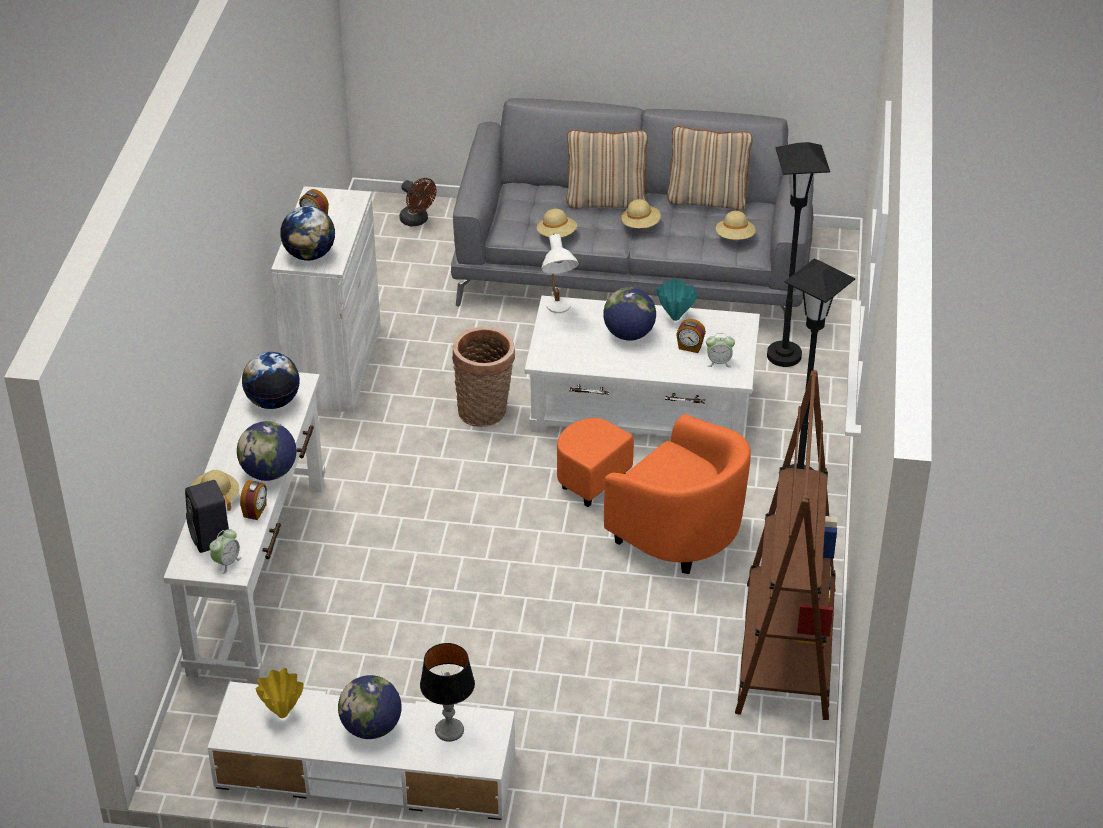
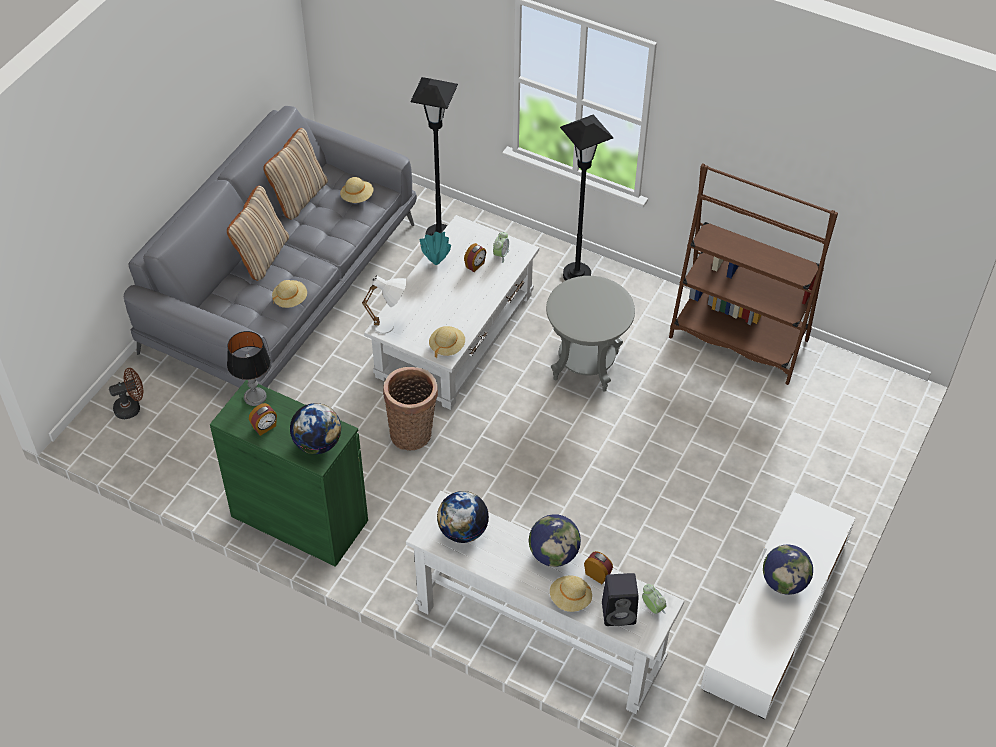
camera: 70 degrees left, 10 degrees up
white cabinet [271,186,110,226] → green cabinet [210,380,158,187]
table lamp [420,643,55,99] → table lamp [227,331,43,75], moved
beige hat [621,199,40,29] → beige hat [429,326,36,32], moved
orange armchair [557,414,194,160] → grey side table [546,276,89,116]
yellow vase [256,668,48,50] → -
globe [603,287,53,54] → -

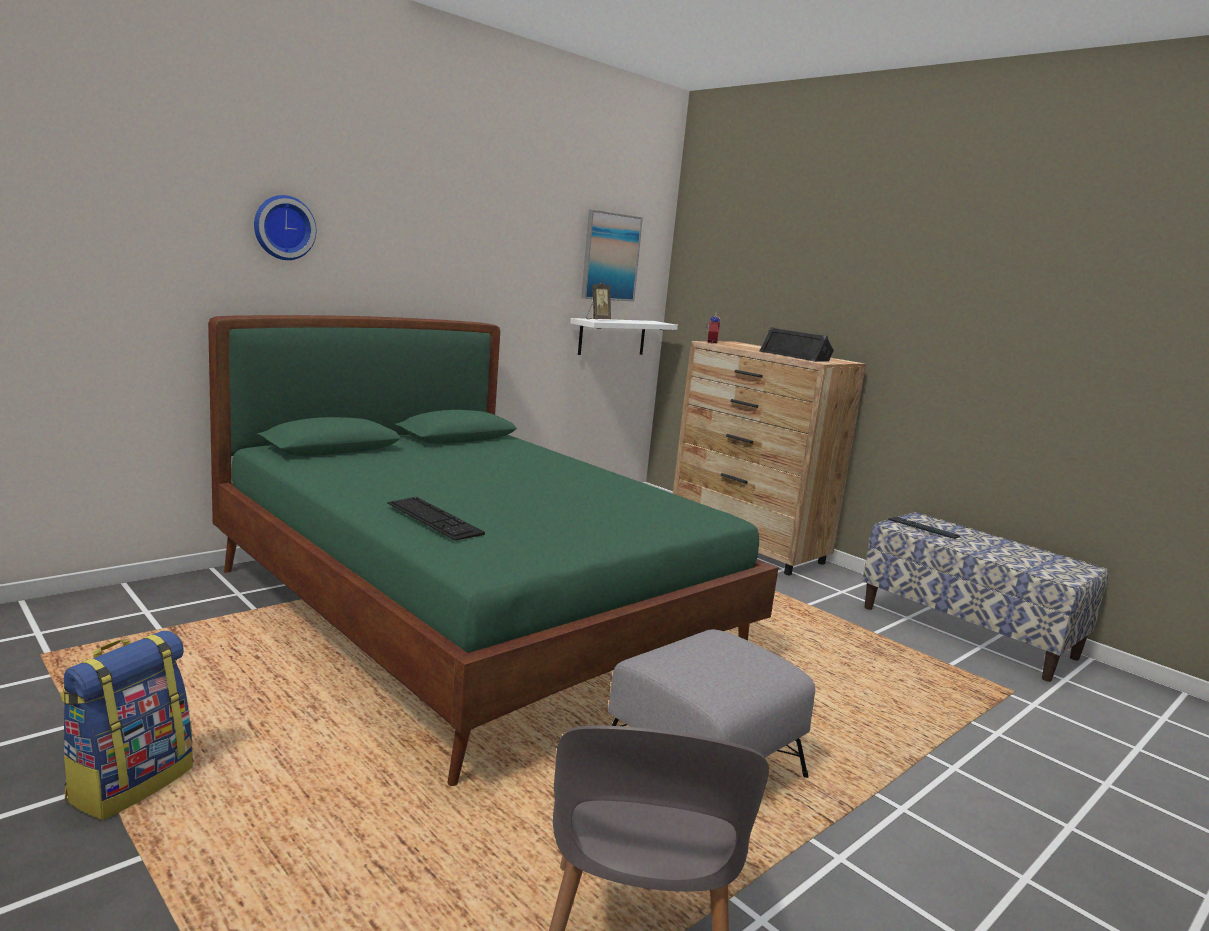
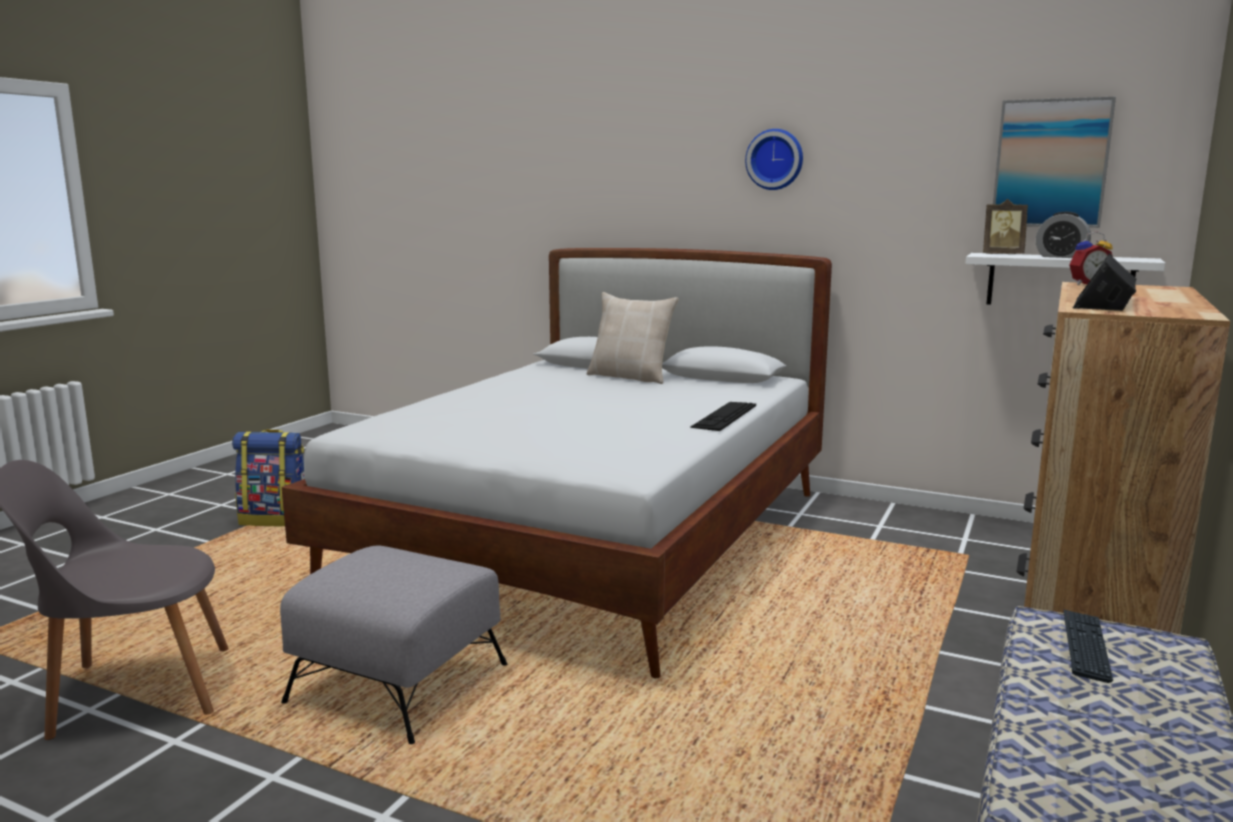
camera: 70 degrees right, 0 degrees up
green bed [208,315,571,471] → white bed [282,248,550,430]
- → beige pillow [587,292,91,92]
keyboard [387,497,98,43] → keyboard [690,402,66,29], moved
wall clock [254,195,62,65] → wall clock [745,129,58,61], moved
- → alarm clock [1036,212,55,46]

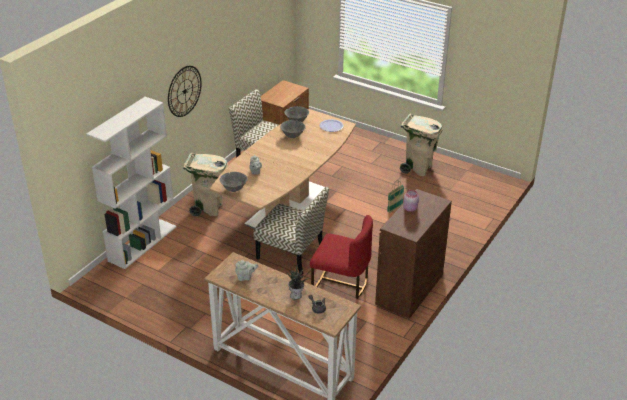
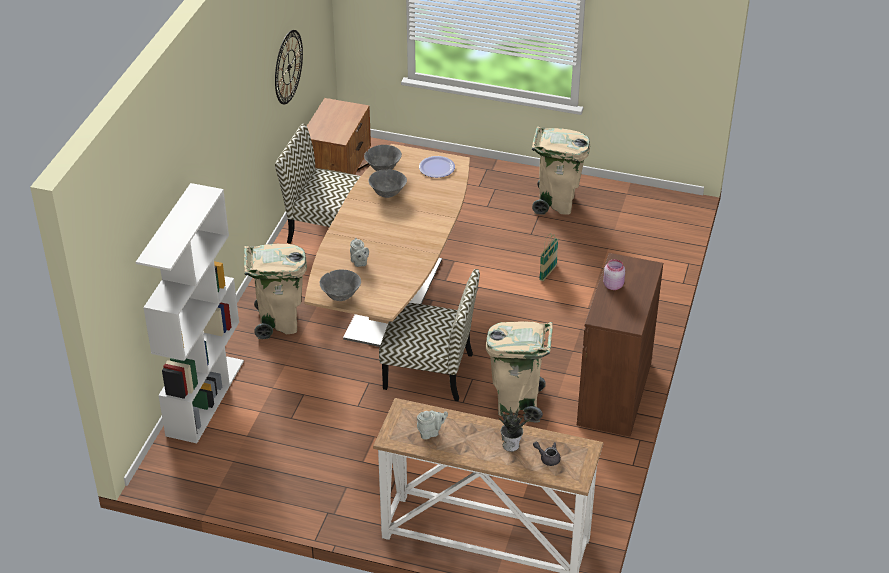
camera: 15 degrees left, 5 degrees up
wall clock [168,66,34,51] → wall clock [275,30,28,75], moved
red chair [310,215,63,84] → beige trash can [486,321,67,102]

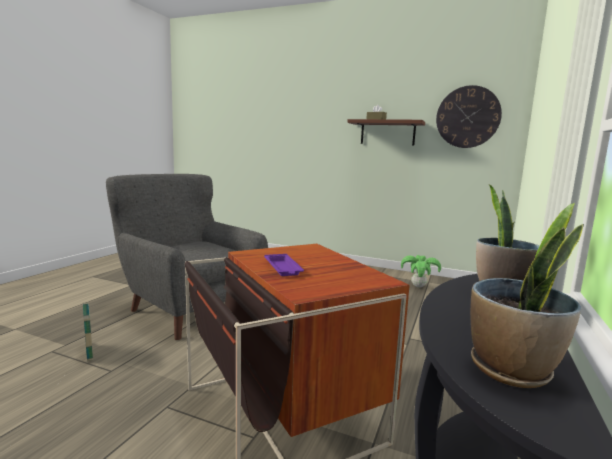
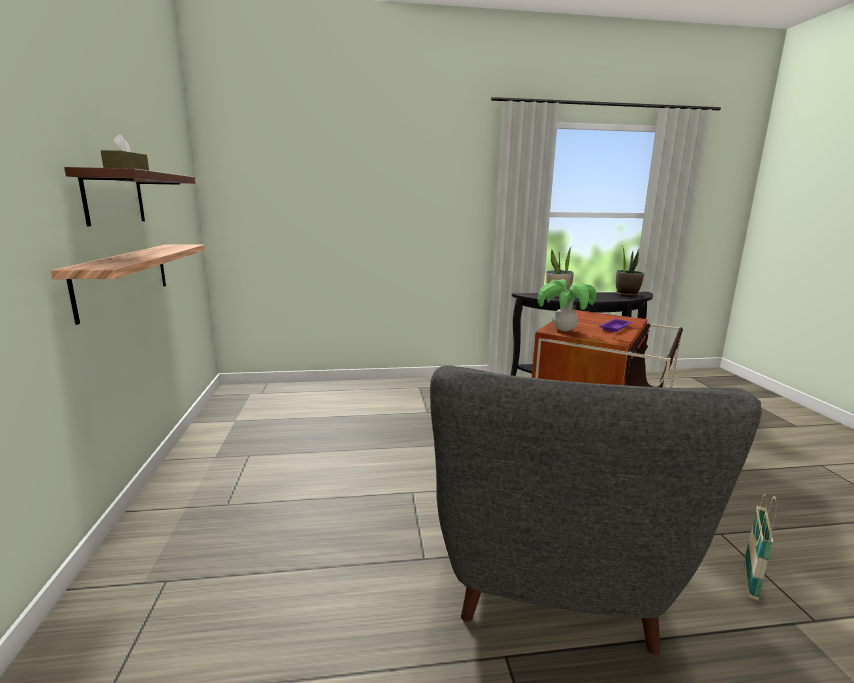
camera: 120 degrees left, 5 degrees up
- → shelf [51,244,154,81]
potted plant [401,255,40,33] → potted plant [538,279,58,52], moved
wall clock [436,85,66,63] → -

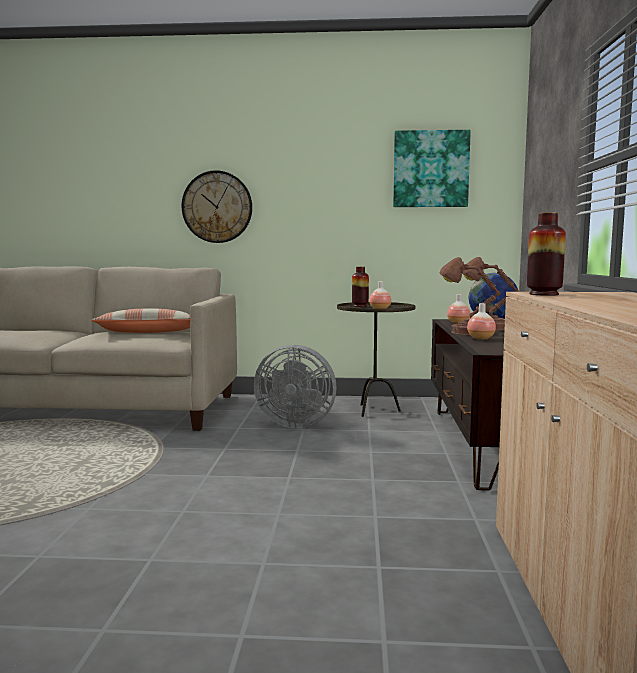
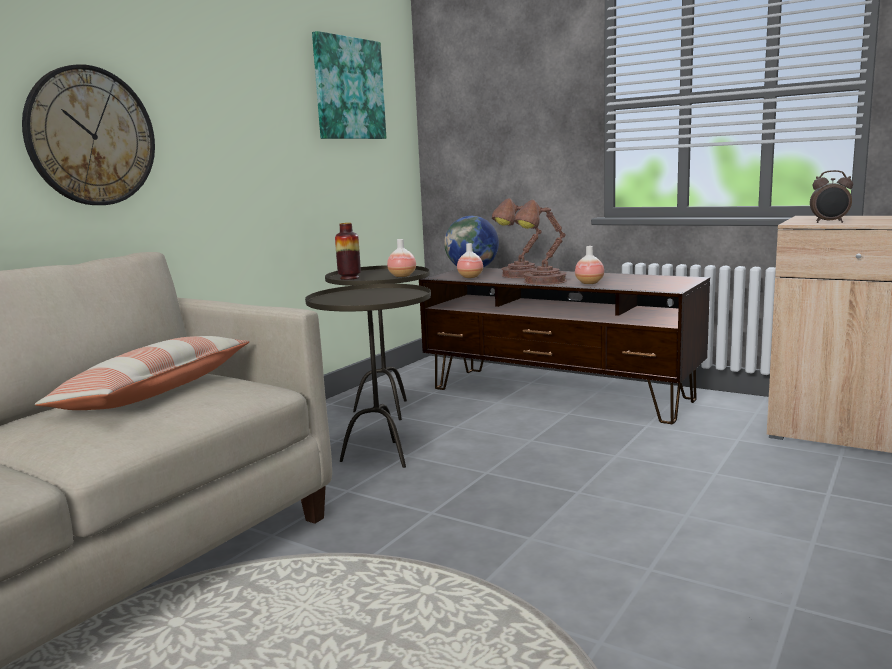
camera: 60 degrees left, 5 degrees up
grey fan [254,345,83,83] → brown side table [305,284,126,184]
vase [527,212,39,84] → alarm clock [810,170,43,53]

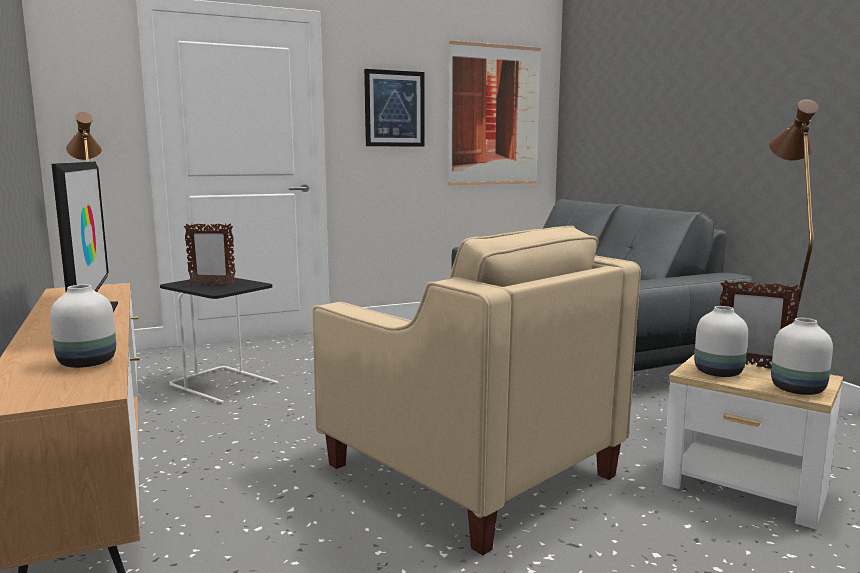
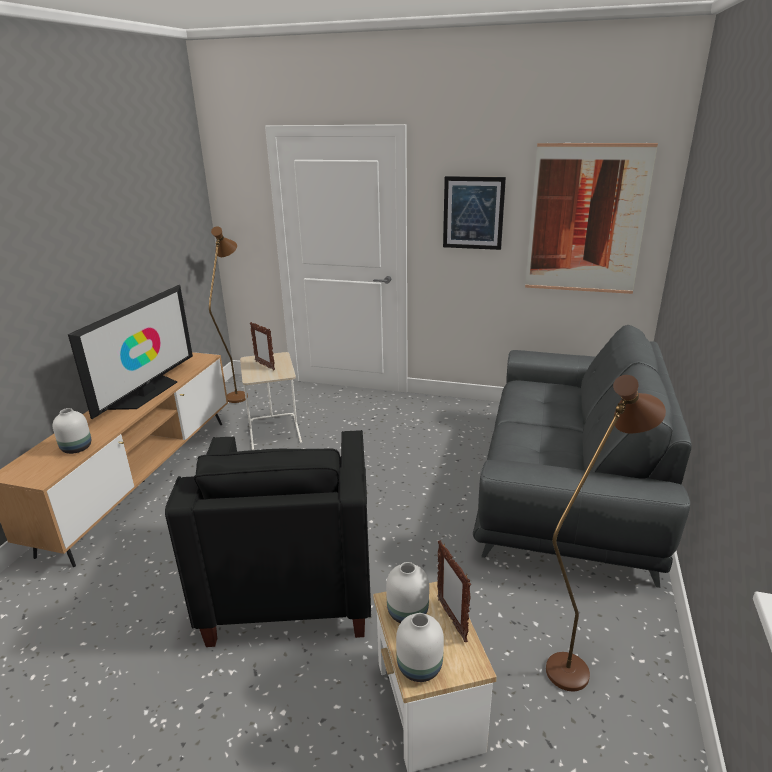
camera: 40 degrees right, 15 degrees up
beige armchair [312,226,329,329] → black armchair [165,430,206,217]
black side table [160,278,119,126] → beige side table [240,352,62,98]

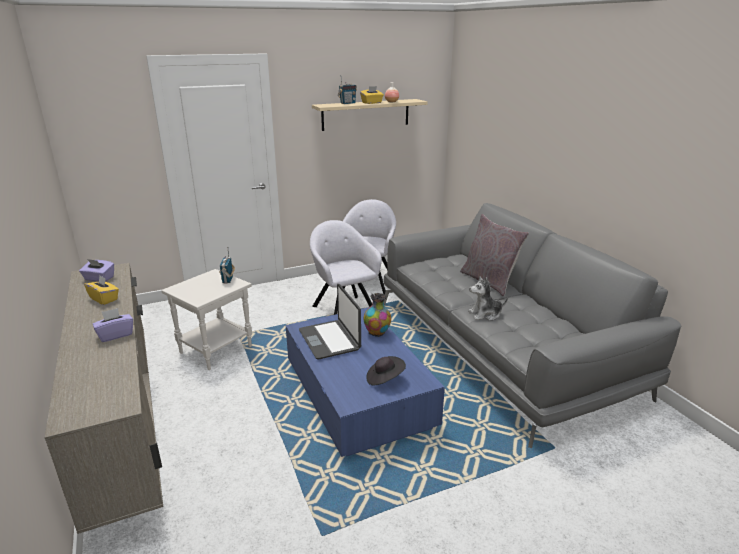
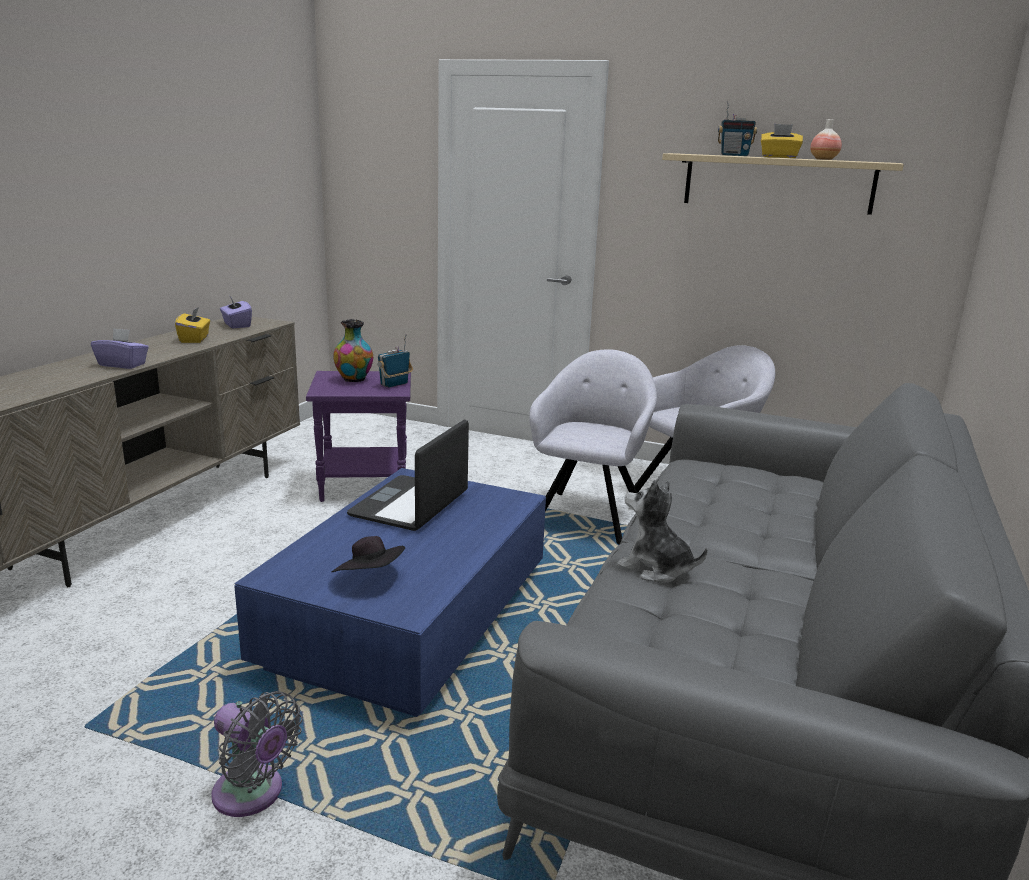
camera: 45 degrees right, 5 degrees down
- → grey fan [211,691,91,126]
white side table [161,269,91,101] → purple side table [306,371,105,131]
vase [364,293,27,44] → vase [334,319,39,63], moved
grey pillow [460,214,69,82] → -

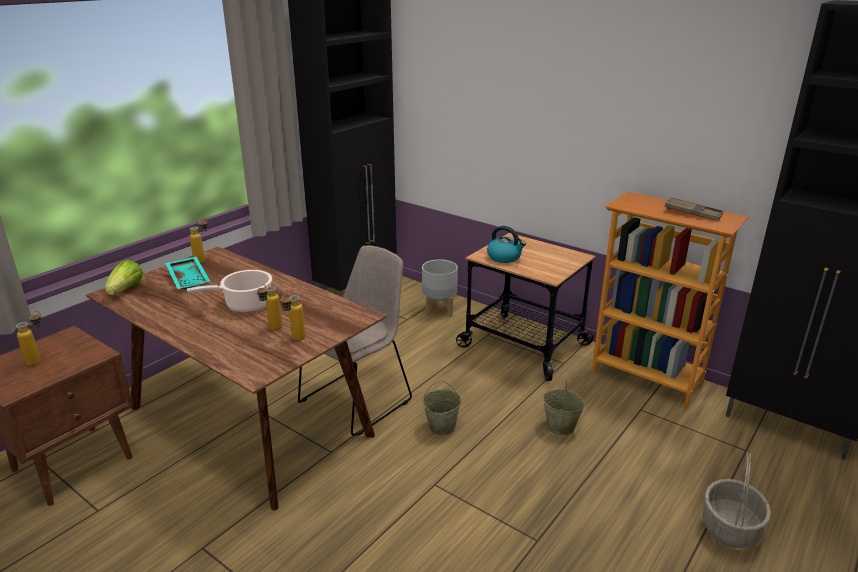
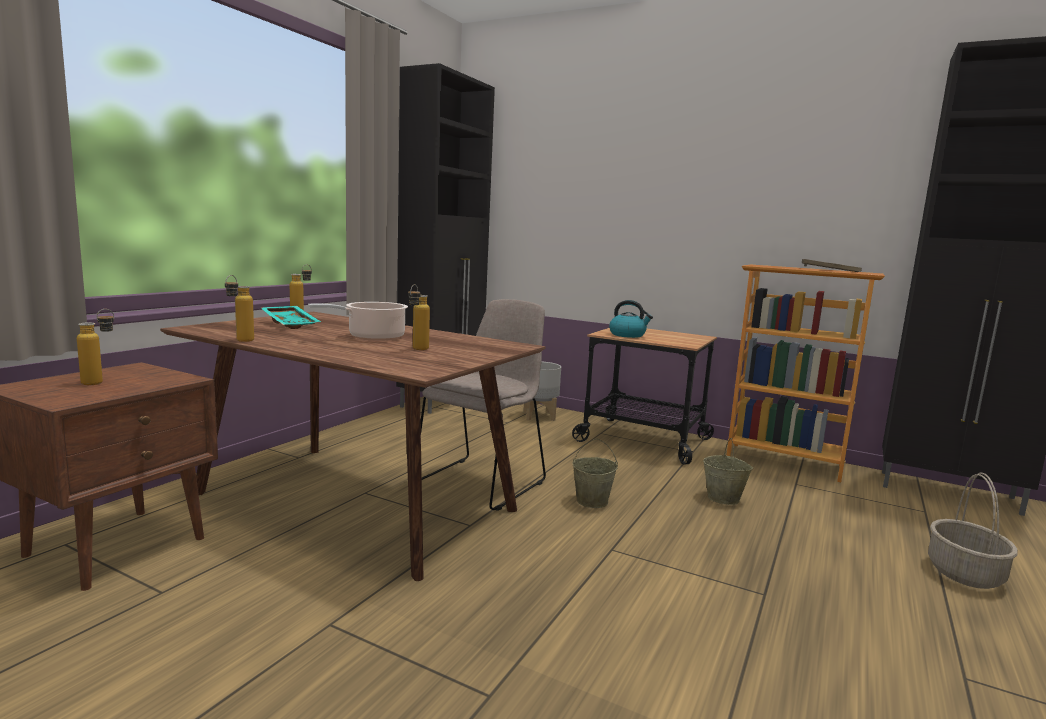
camera: 10 degrees left, 15 degrees down
bottle [281,293,24,48] → bottle [225,275,29,67], moved
lettuce [105,260,38,35] → -

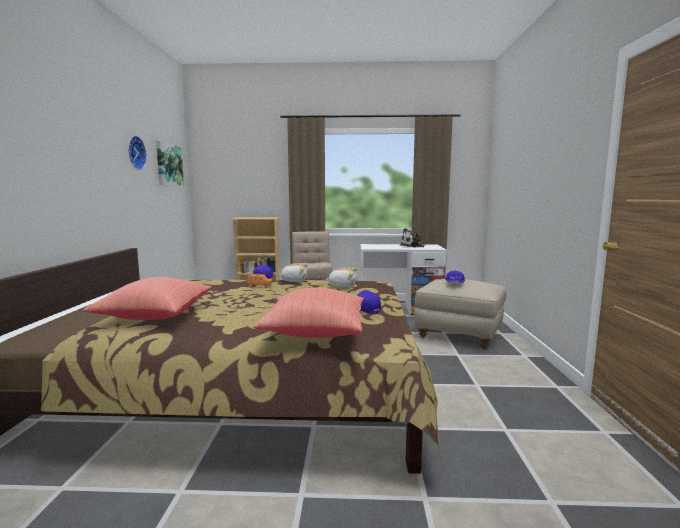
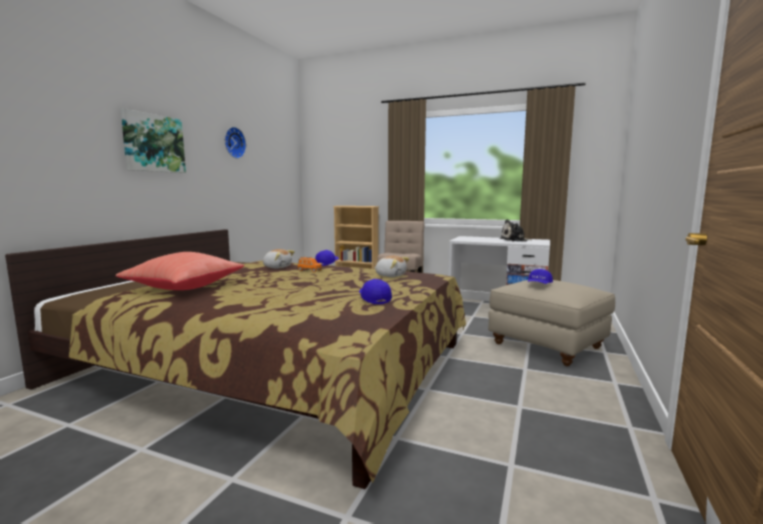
camera: 20 degrees right, 0 degrees up
picture [156,141,28,45] → picture [120,108,66,65], moved
plush toy [278,263,30,19] → plush toy [263,249,32,19], moved
red pillow [253,288,111,50] → -

